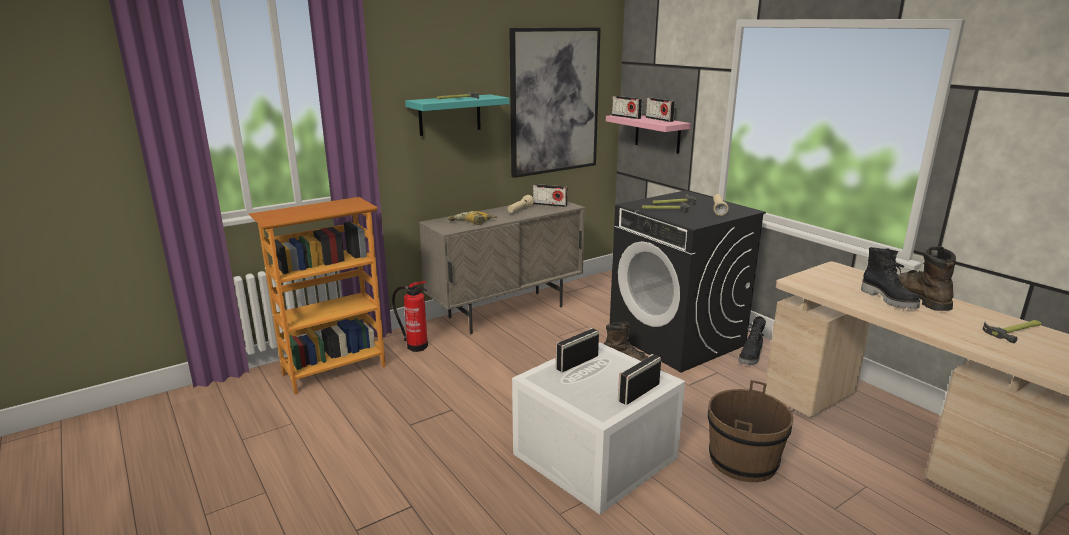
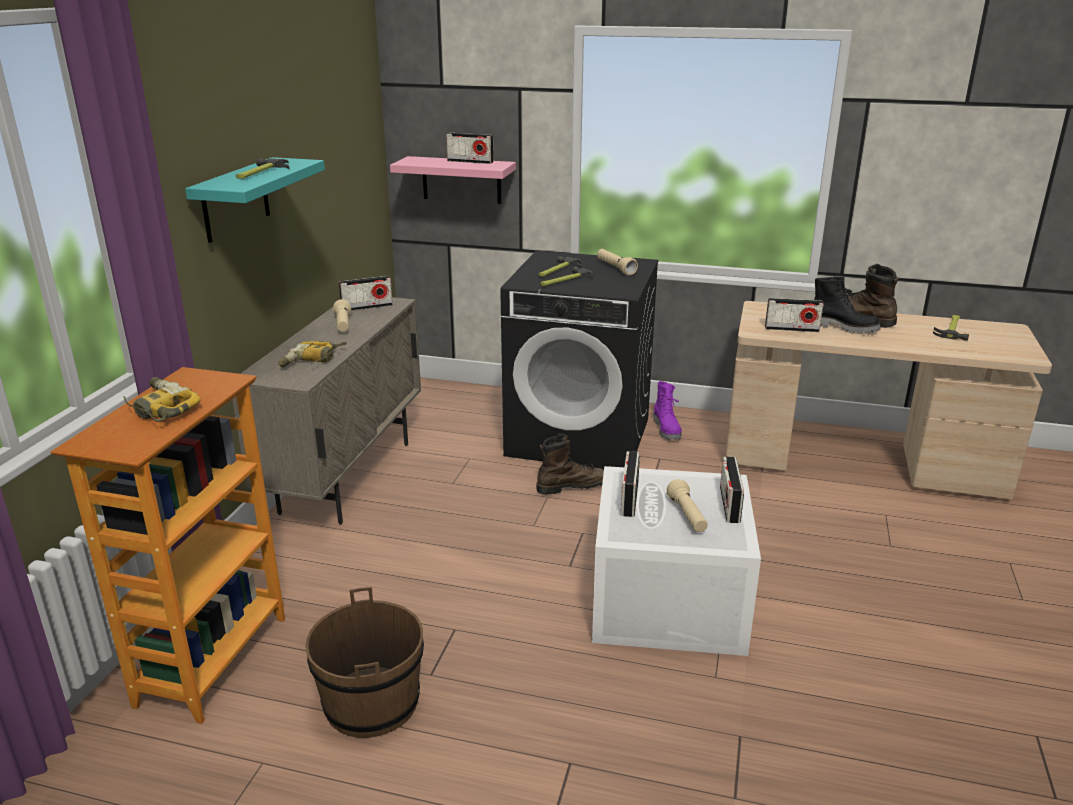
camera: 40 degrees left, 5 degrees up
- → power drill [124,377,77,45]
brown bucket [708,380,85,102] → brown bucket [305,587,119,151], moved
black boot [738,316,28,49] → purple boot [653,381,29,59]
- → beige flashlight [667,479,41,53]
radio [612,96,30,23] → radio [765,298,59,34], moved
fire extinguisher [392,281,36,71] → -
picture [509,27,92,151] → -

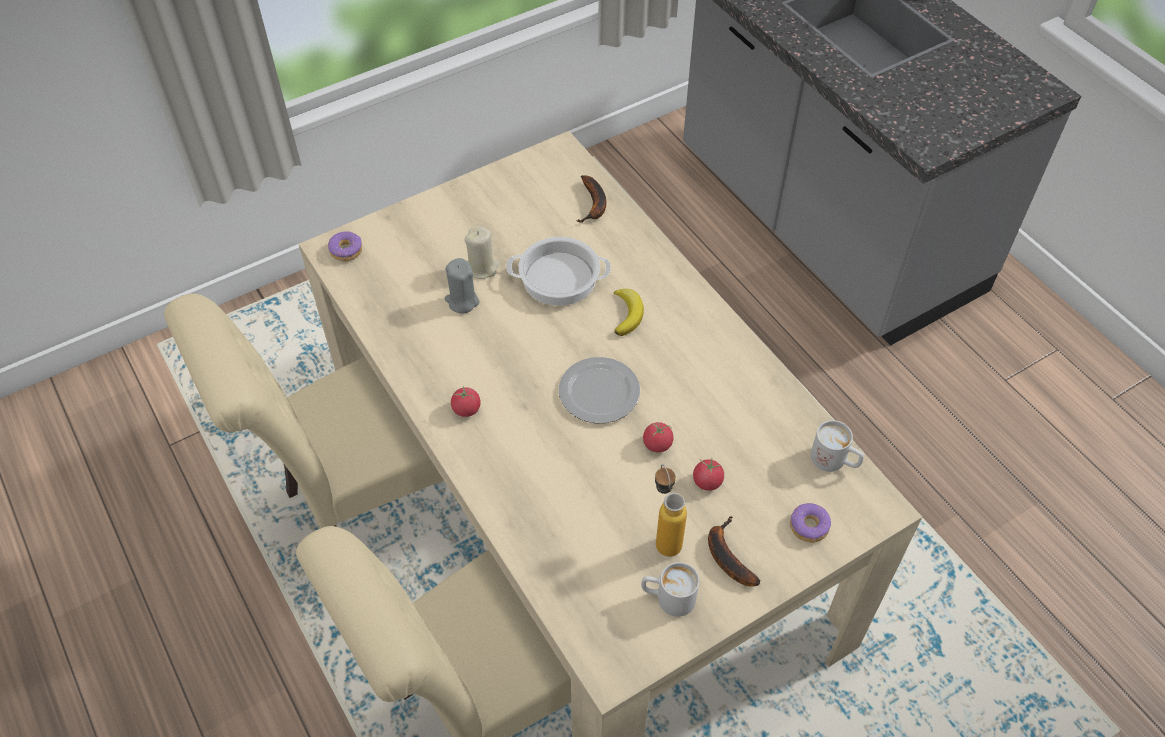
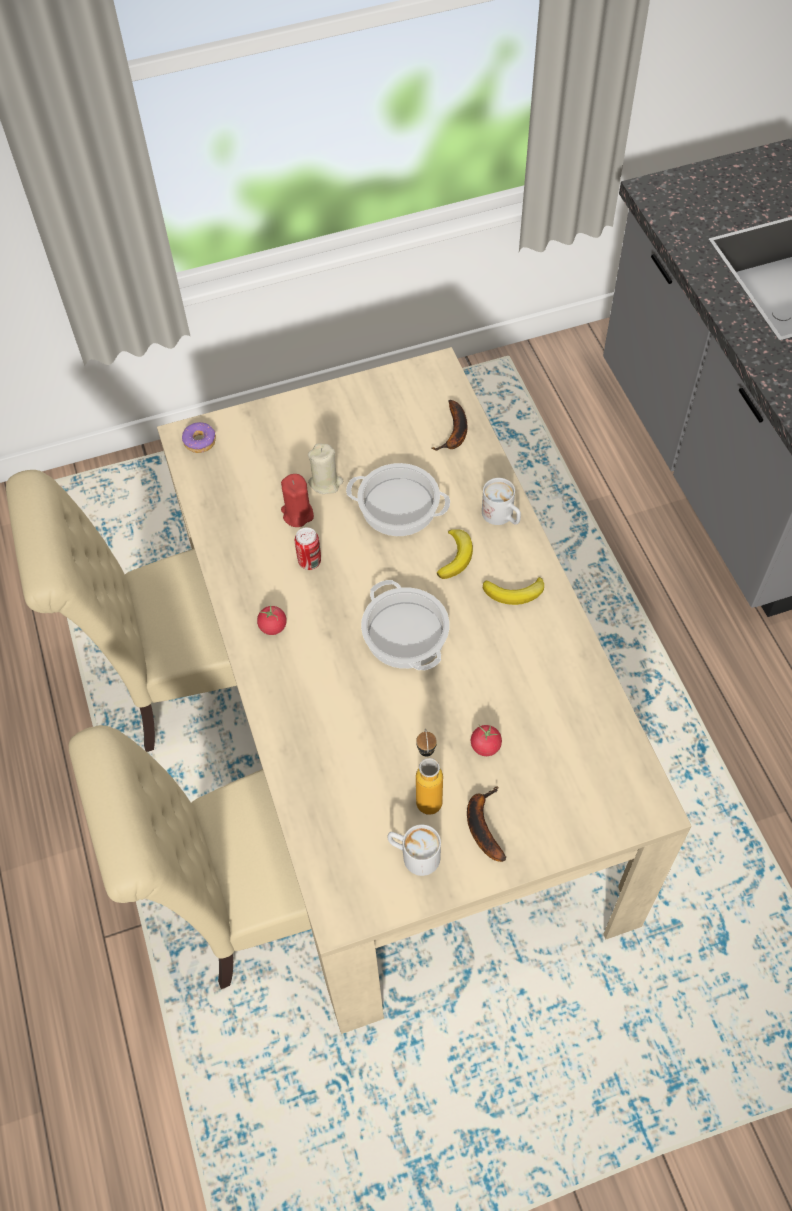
camera: 15 degrees right, 5 degrees up
grey candle [445,258,34,55] → red candle [281,474,33,53]
- → can [295,527,26,43]
plate [559,357,81,66] → cooking pot [361,580,89,91]
white mug [810,420,54,52] → white mug [482,478,39,47], moved
- → banana [483,577,61,28]
tomato [643,422,31,31] → -
donut [790,503,41,40] → -

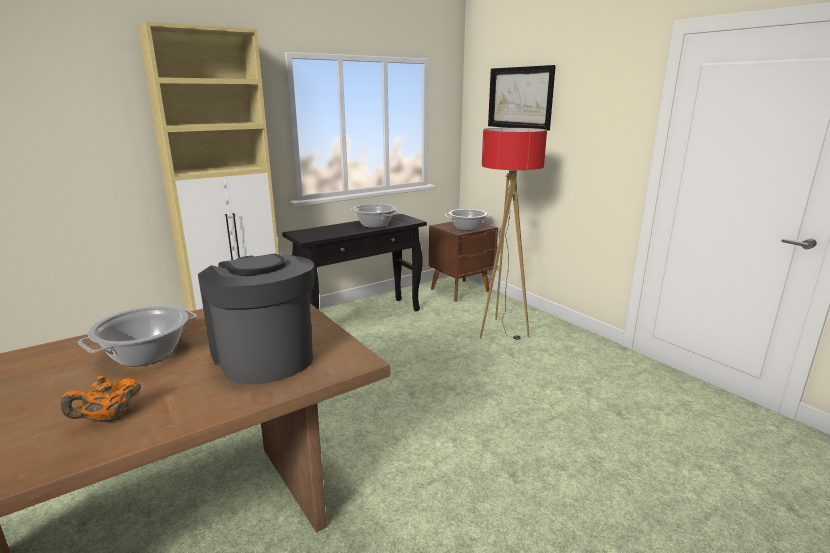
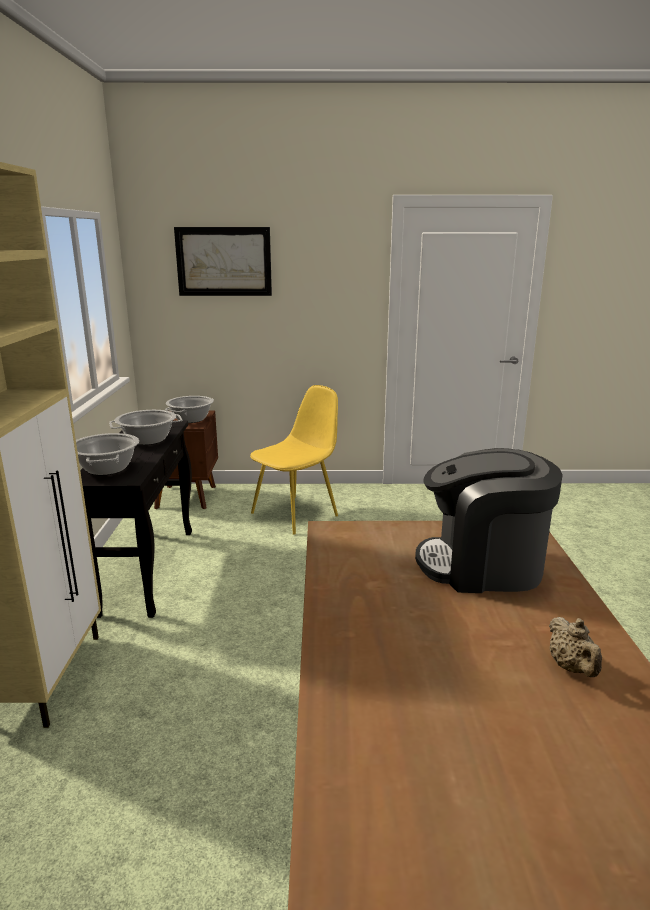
camera: 55 degrees left, 0 degrees up
cooking pot [78,306,119,60] → cooking pot [76,433,63,42], moved
floor lamp [480,128,67,212] → yellow chair [250,385,88,150]
orange teapot [61,376,80,46] → beige teapot [549,617,53,60]

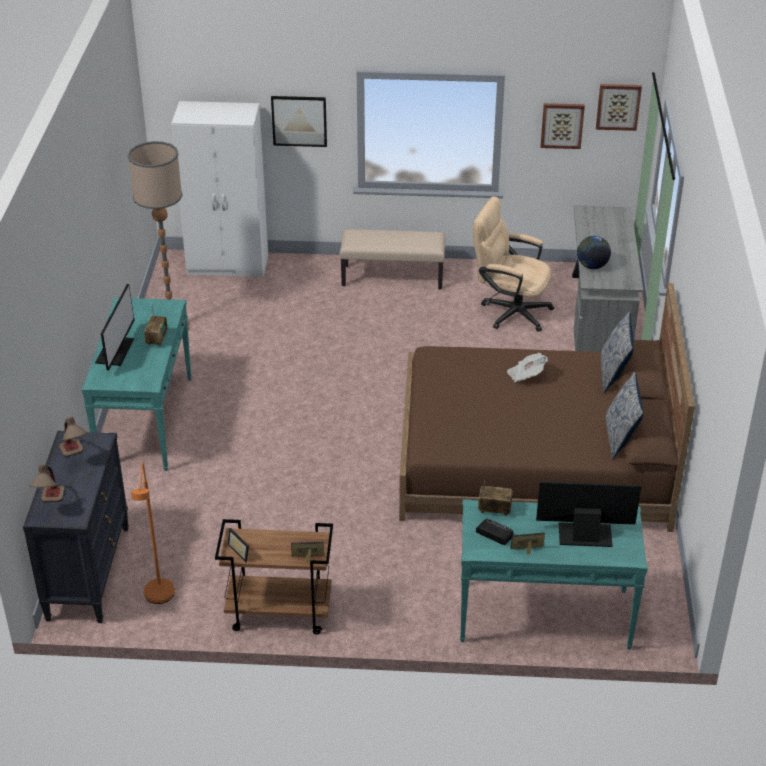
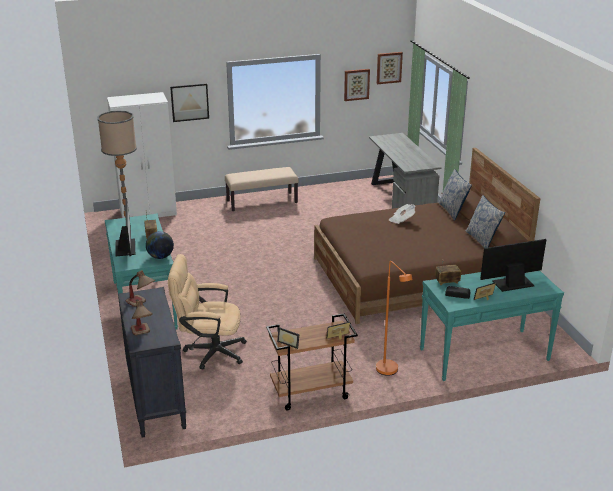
camera: 20 degrees left, 10 degrees down
globe [577,236,34,33] → globe [146,231,28,28], moved
beige office chair [473,197,81,135] → beige office chair [168,254,79,115], moved
orange floor lamp [131,462,44,142] → orange floor lamp [376,261,36,115], moved

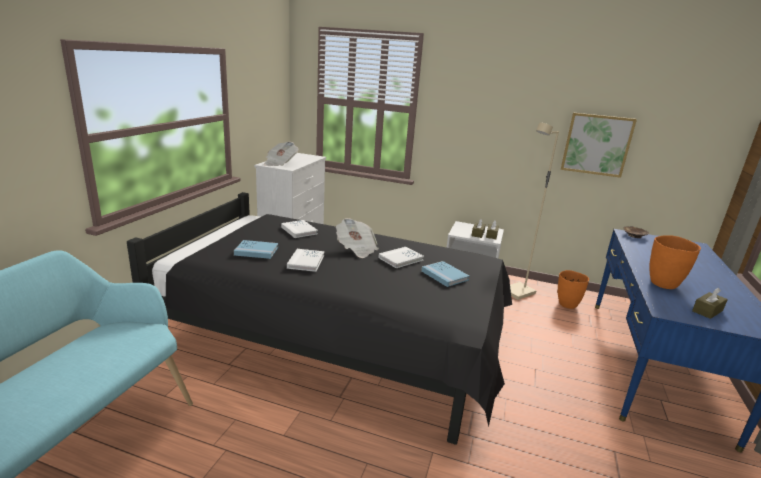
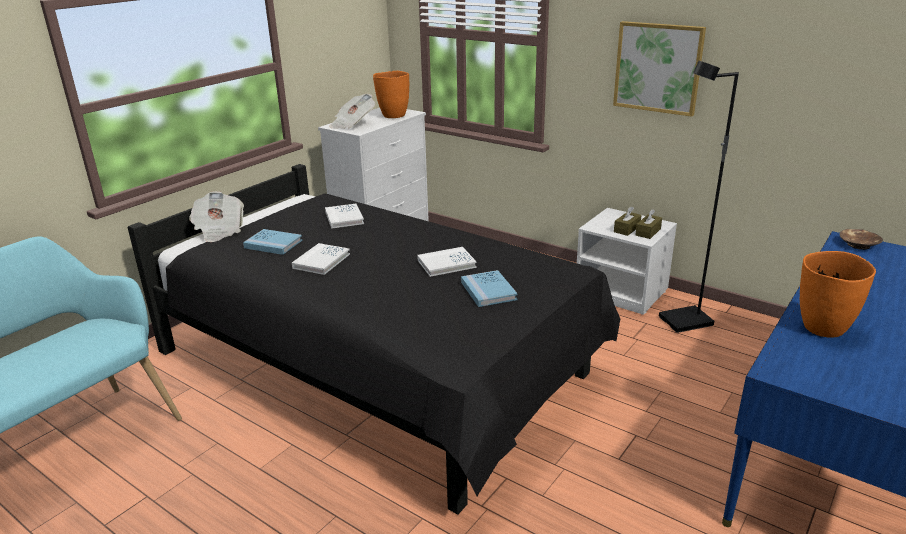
camera: 20 degrees right, 5 degrees up
newspaper [336,218,43,40] → newspaper [189,191,55,51], moved
orange vase [558,270,31,39] → orange vase [373,71,36,47], moved
picture [561,112,76,66] → picture [613,21,93,96], moved
beige floor lamp [510,122,49,178] → black floor lamp [659,61,80,272]
brown tissue box [692,288,36,31] → -

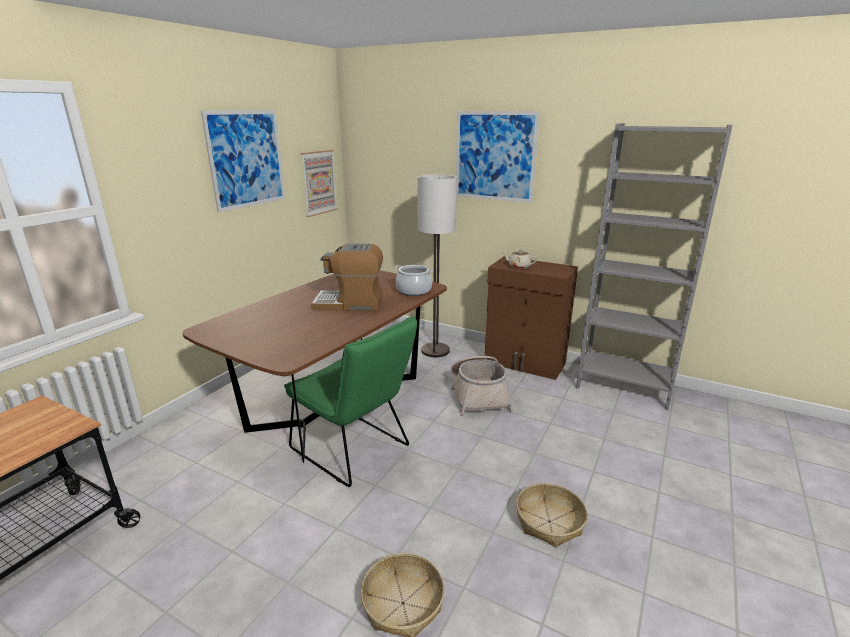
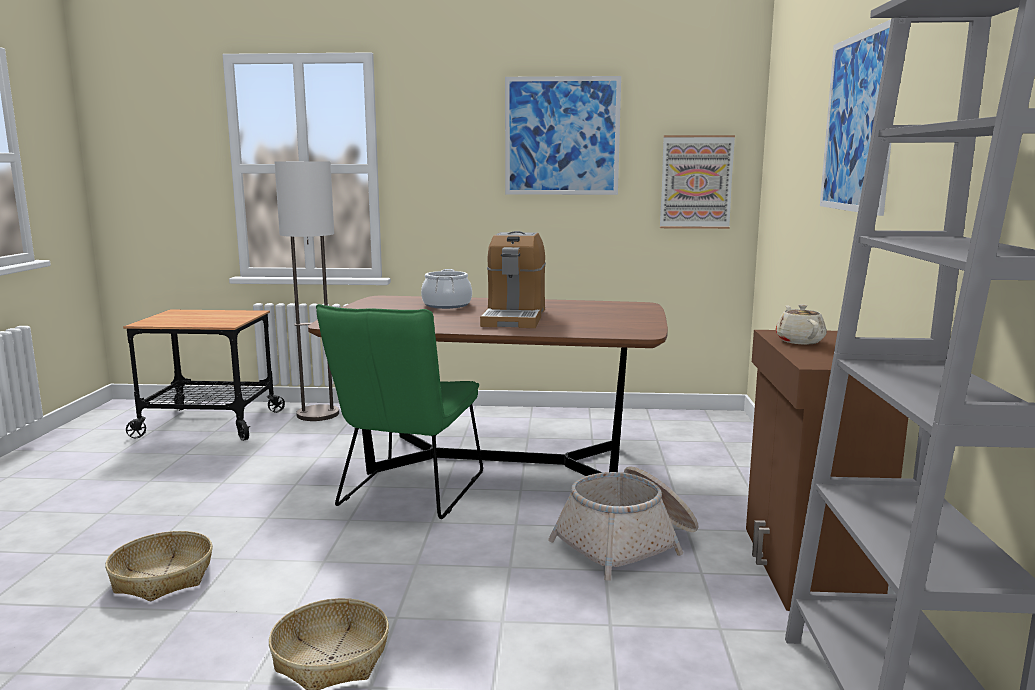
camera: 65 degrees right, 10 degrees down
floor lamp [417,175,40,182] → floor lamp [275,161,64,260], moved
cooking pot [395,265,38,31] → cooking pot [421,269,51,40], moved
coffee machine [311,244,72,67] → coffee machine [480,231,66,97], 150 degrees counterclockwise

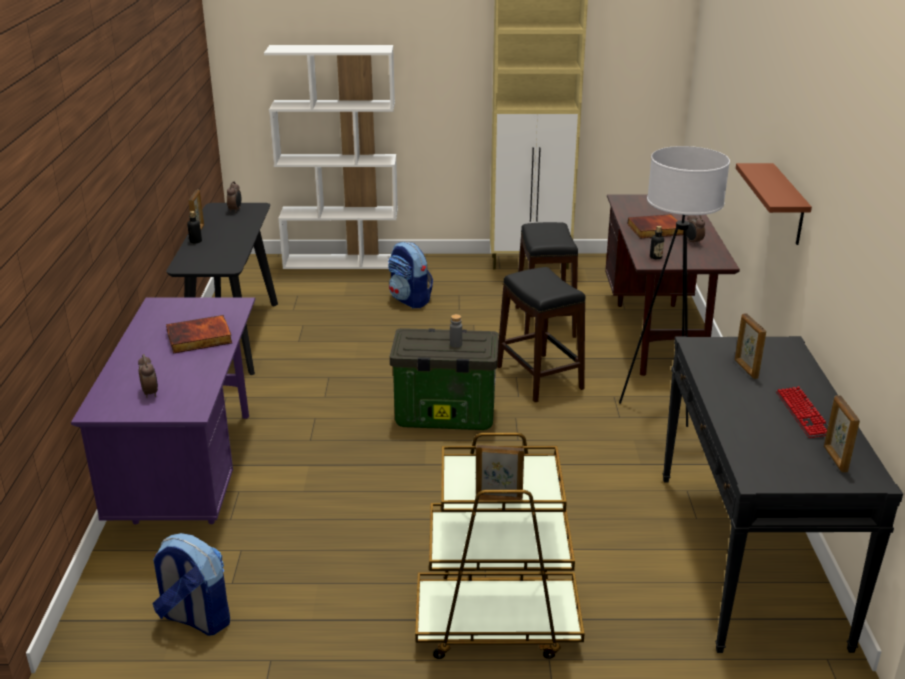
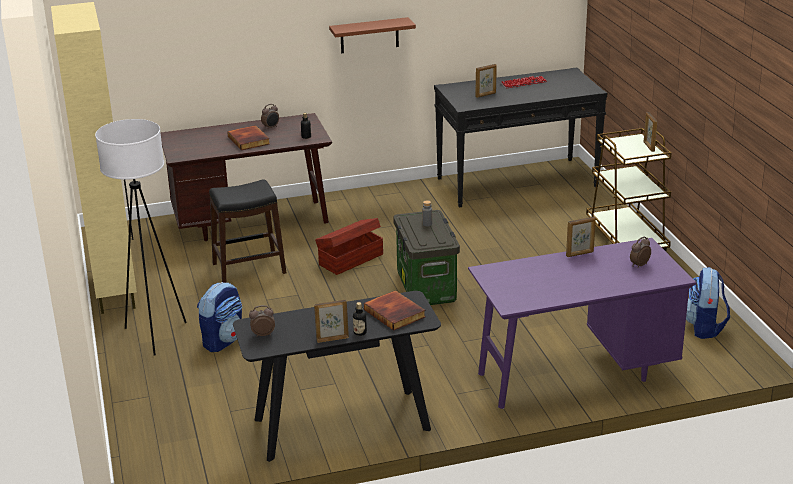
camera: 105 degrees left, 0 degrees up
white floor lamp [619,146,111,281] → white floor lamp [95,119,92,237], moved
black stool [497,267,88,135] → brown storage box [315,218,68,57]
book [166,315,66,38] → book [364,290,62,41], moved
picture frame [824,395,36,78] → picture frame [566,217,30,40], moved
white bookcase [264,45,134,224] → -

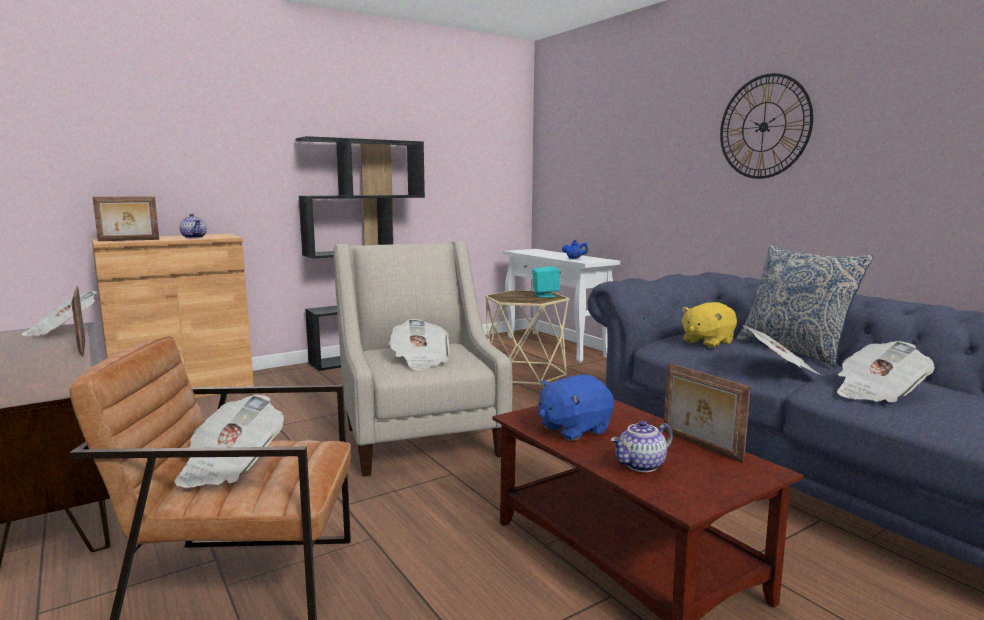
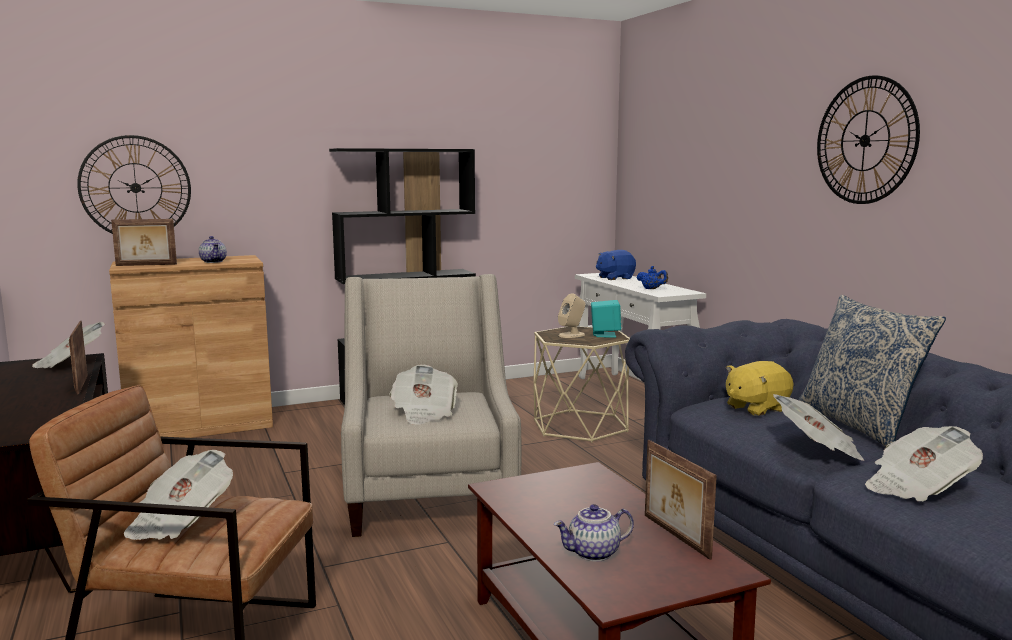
camera: 10 degrees right, 0 degrees up
- → wall clock [77,135,114,99]
- → beige speaker [558,293,28,45]
blue plush toy [538,375,76,66] → blue plush toy [596,250,40,30], moved

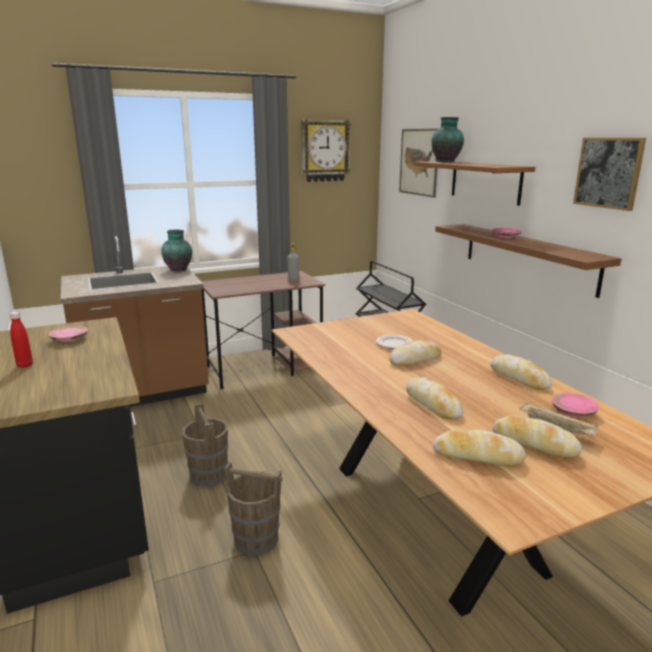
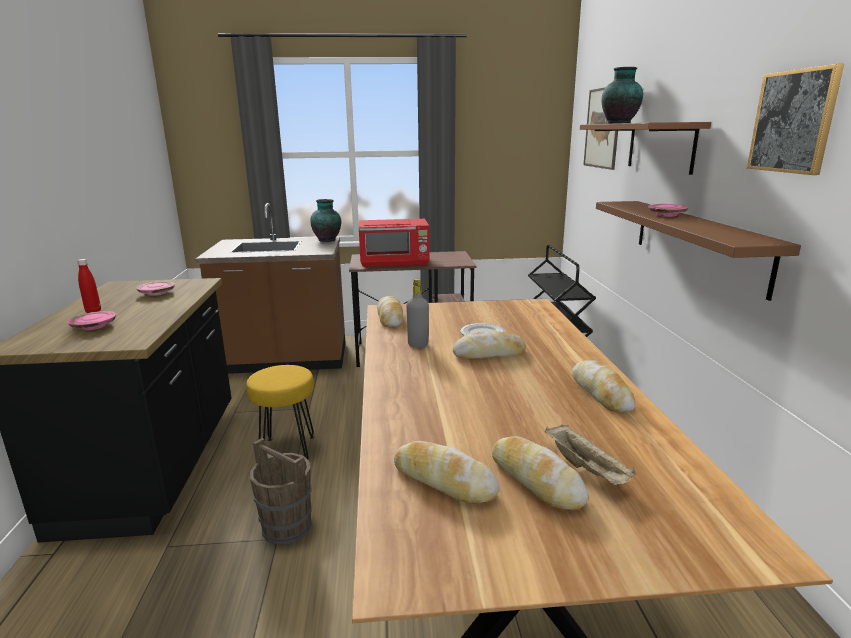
camera: 20 degrees right, 0 degrees up
pink plate [552,393,47,24] → pink plate [67,311,49,19], moved
brown bucket [182,403,46,83] → yellow stool [246,365,68,94]
- → red microwave [359,219,71,49]
bread [406,377,57,42] → bread [377,296,26,31], moved
grey bottle [287,243,12,38] → grey bottle [406,279,23,69], moved
wall clock [301,120,50,62] → -

